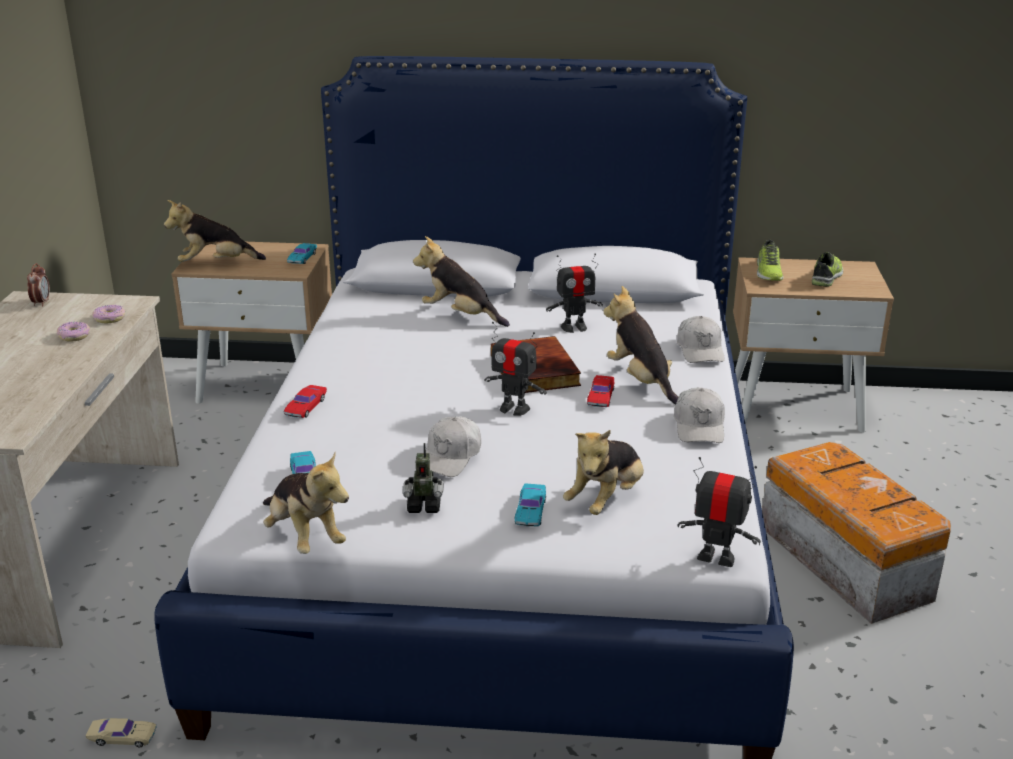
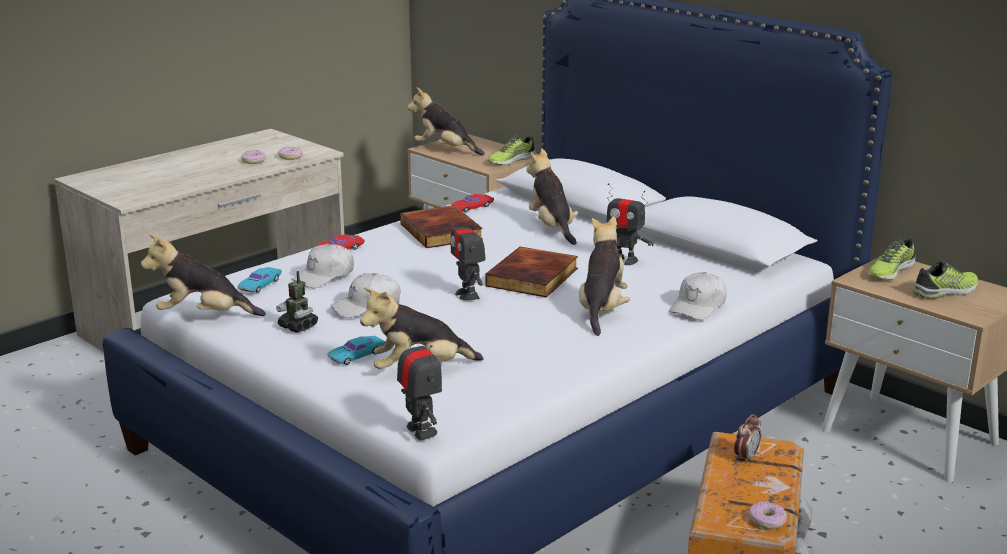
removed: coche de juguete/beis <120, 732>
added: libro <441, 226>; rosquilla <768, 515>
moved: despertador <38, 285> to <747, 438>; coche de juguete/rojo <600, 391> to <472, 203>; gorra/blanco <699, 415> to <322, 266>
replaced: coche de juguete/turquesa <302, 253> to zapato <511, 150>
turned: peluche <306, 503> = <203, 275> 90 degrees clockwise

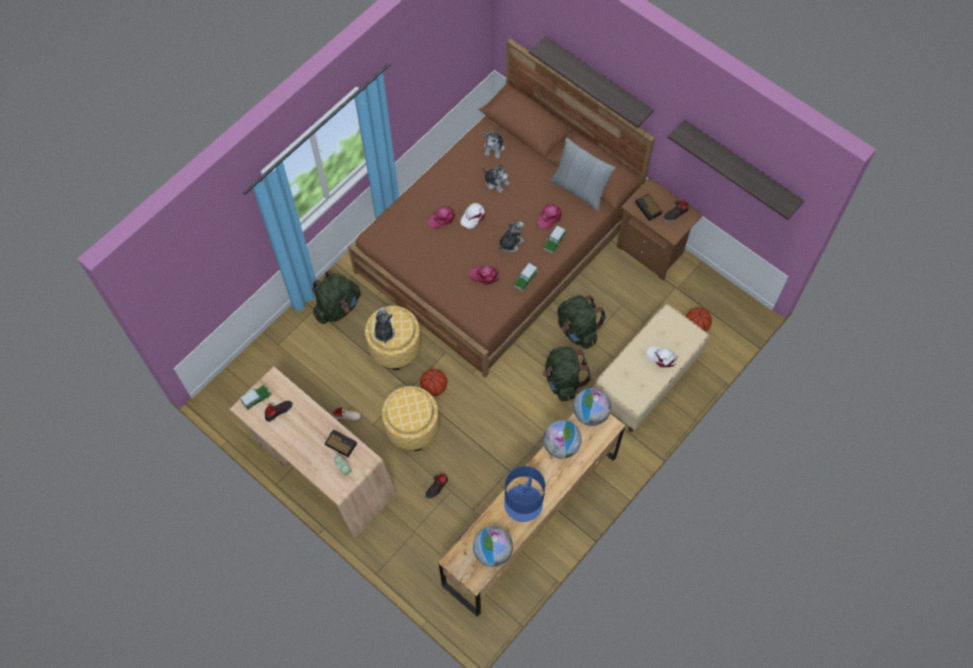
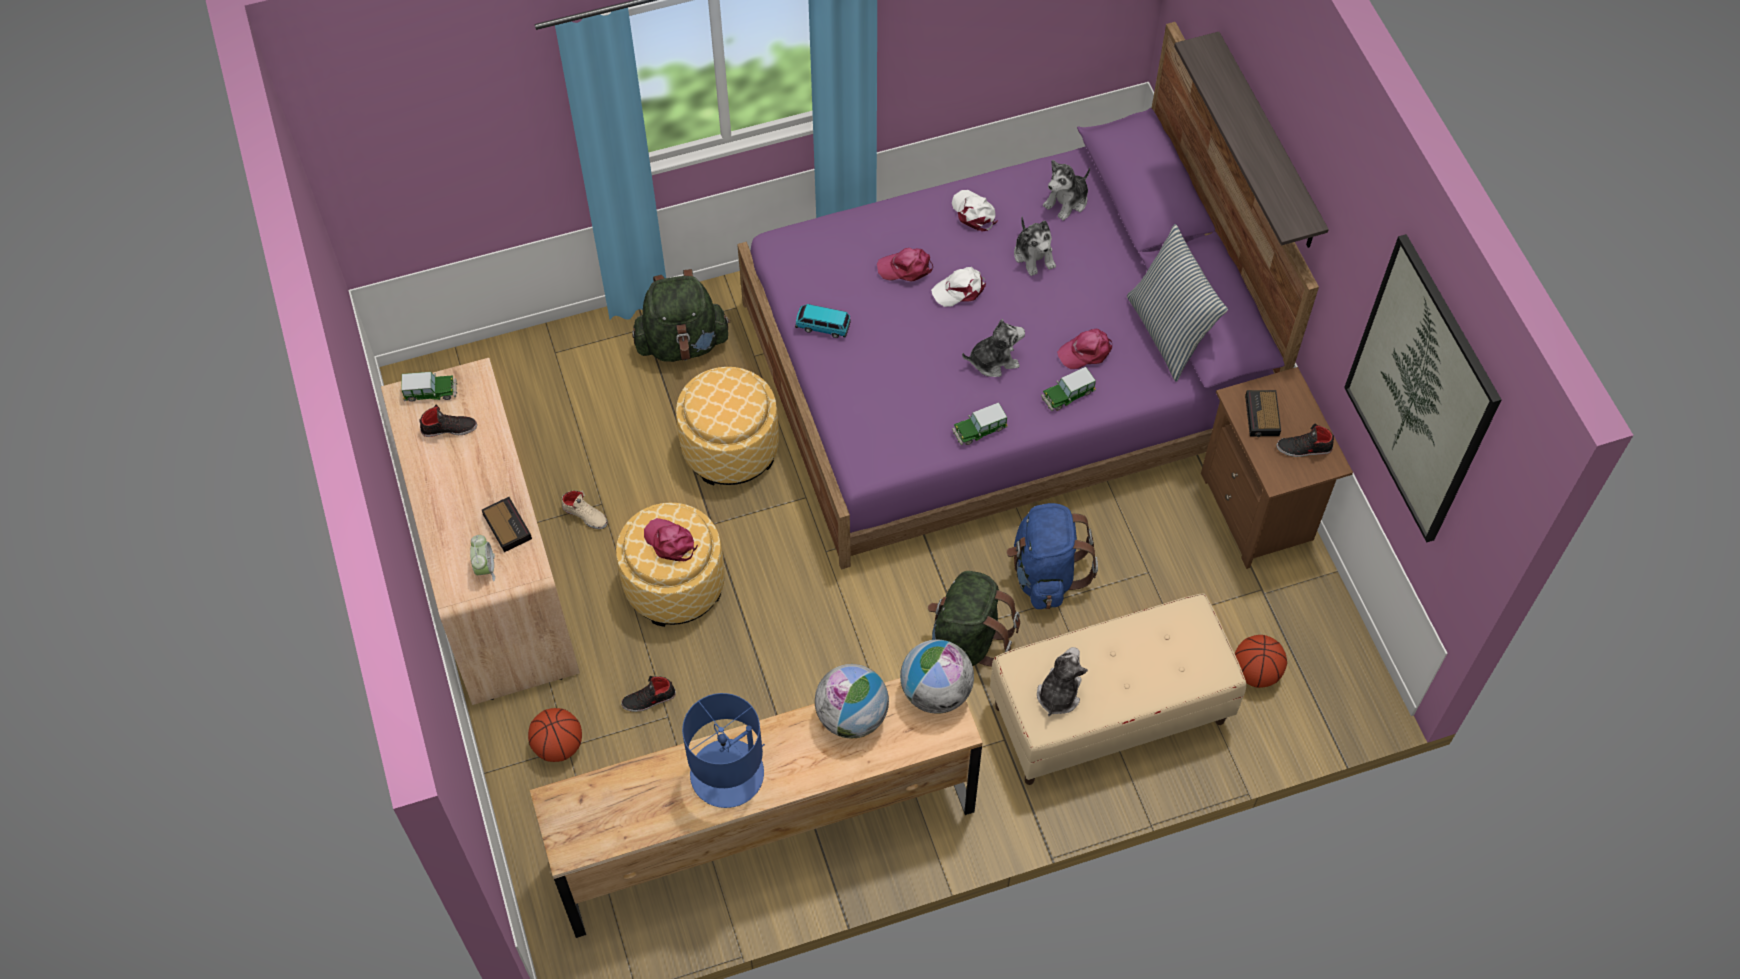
removed: globo terráqueo <493, 546>
added: coche de juguete <823, 321>
moved: gorra/rosa <484, 275> to <671, 540>; peluche <384, 325> to <1062, 681>; gorra/blanco <661, 356> to <975, 211>; balón de baloncesto <433, 382> to <555, 735>
replaced: estante <736, 169> to cuadro <1423, 388>
recoloured: cama/marrón <501, 208> to cama/morado <1028, 295>; mochila/verde <582, 322> to mochila/azul <1052, 556>

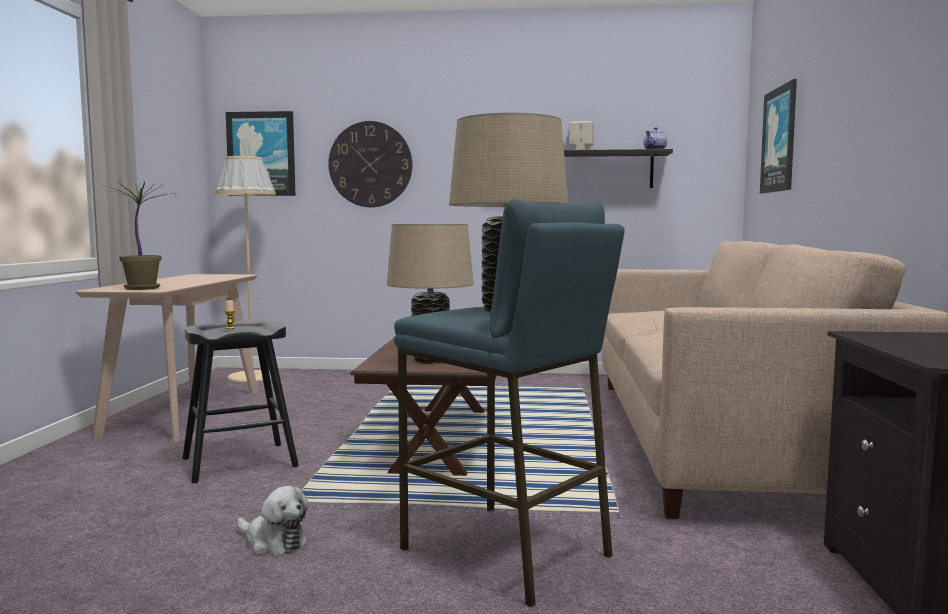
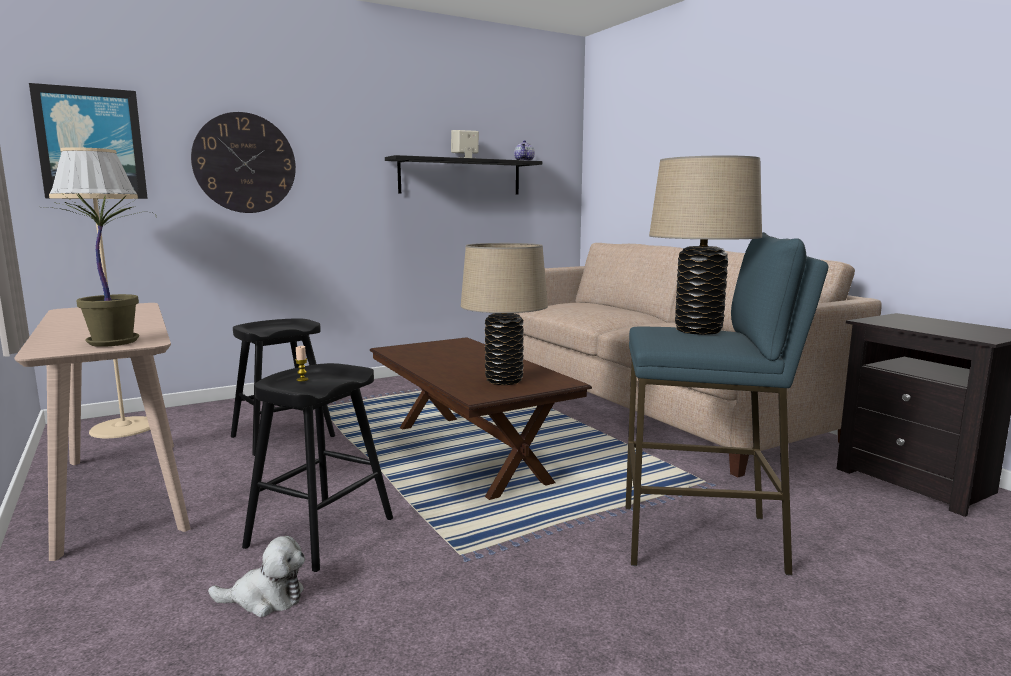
removed: cuadro <778, 136>
added: taburete/negro <283, 387>
moved: peluche <273, 521> to <256, 576>

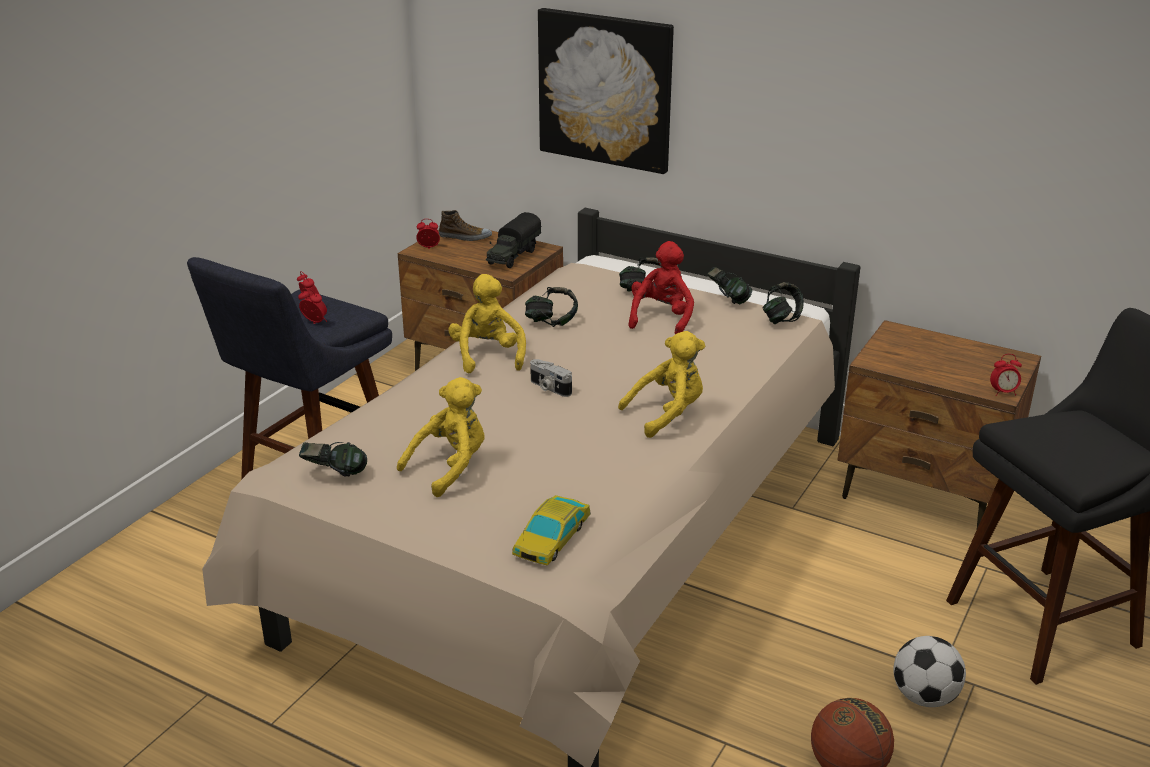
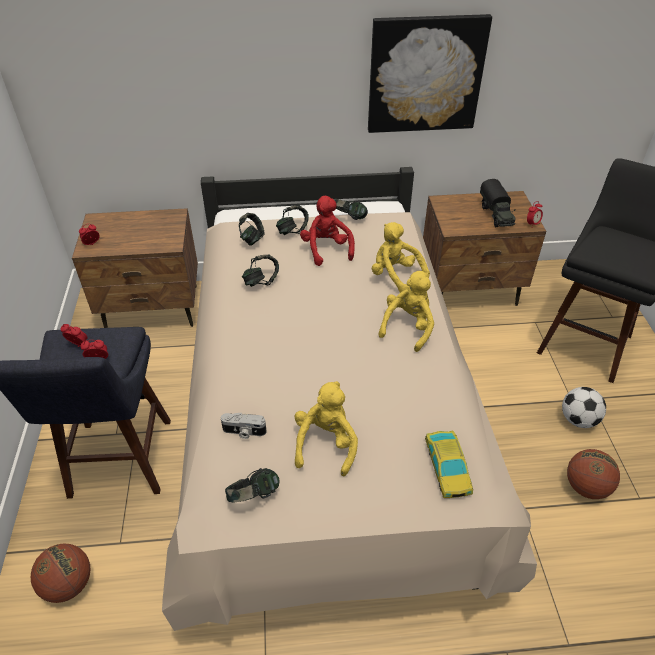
removed: zapato <465, 225>
added: balón de baloncesto <60, 573>
moved: cuadro <606, 91> to <430, 73>; camión de juguete <513, 240> to <498, 203>; peluche/amarillo <487, 323> to <401, 257>; auriculares <783, 303> to <252, 229>; cámara <551, 378> to <244, 425>

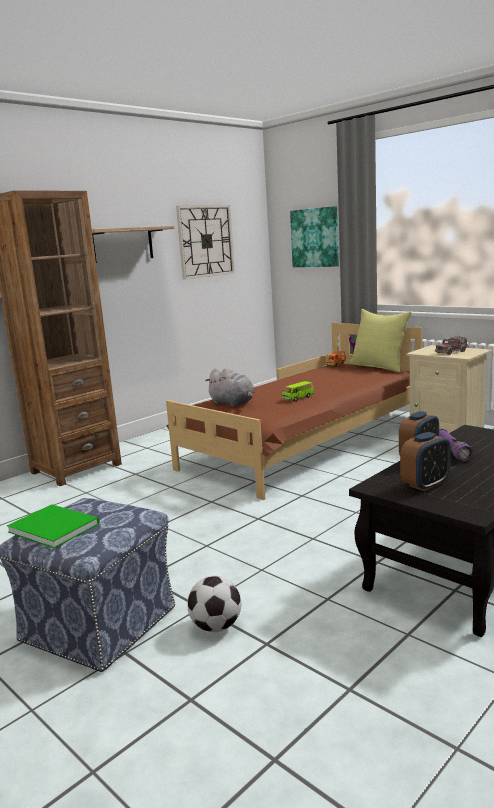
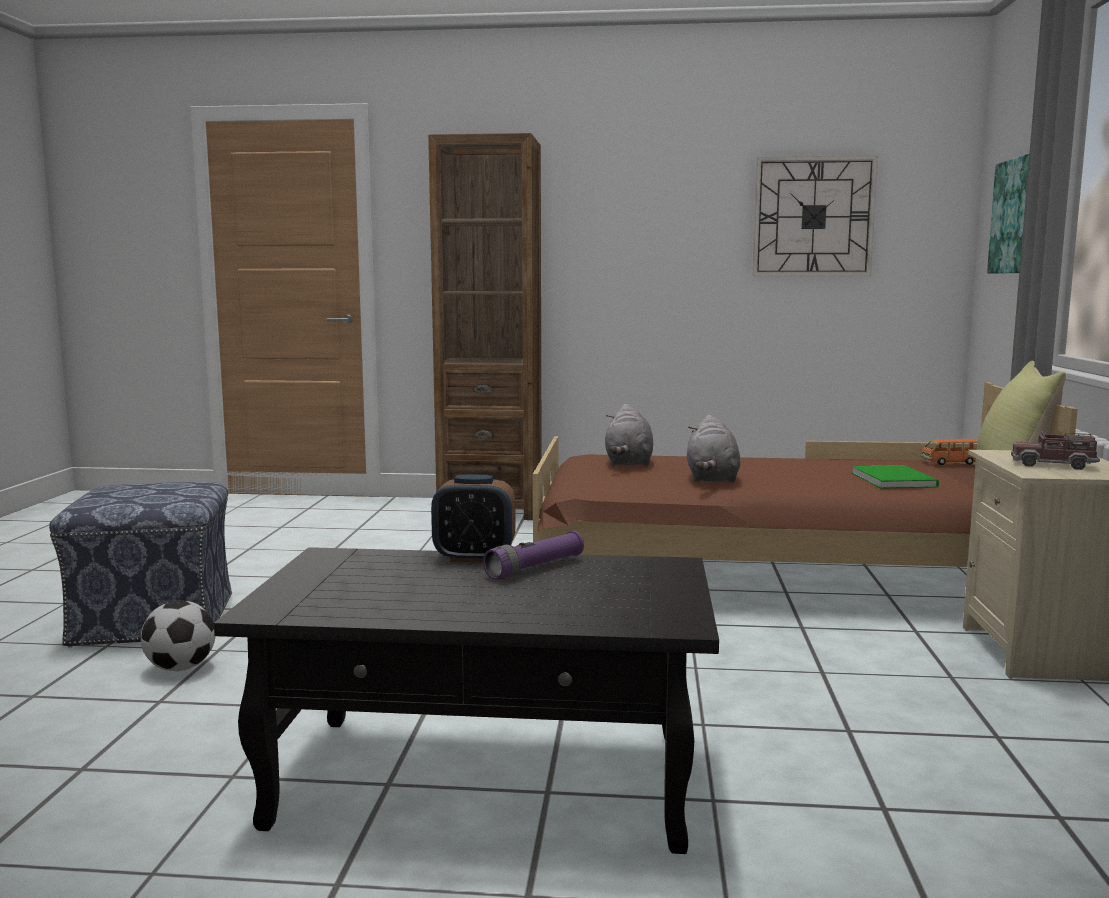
removed: estante <133, 244>; despertador <425, 461>
moved: libro/verde <53, 526> to <895, 477>
replaced: coche de juguete/verde <297, 391> to peluche/gris <713, 449>

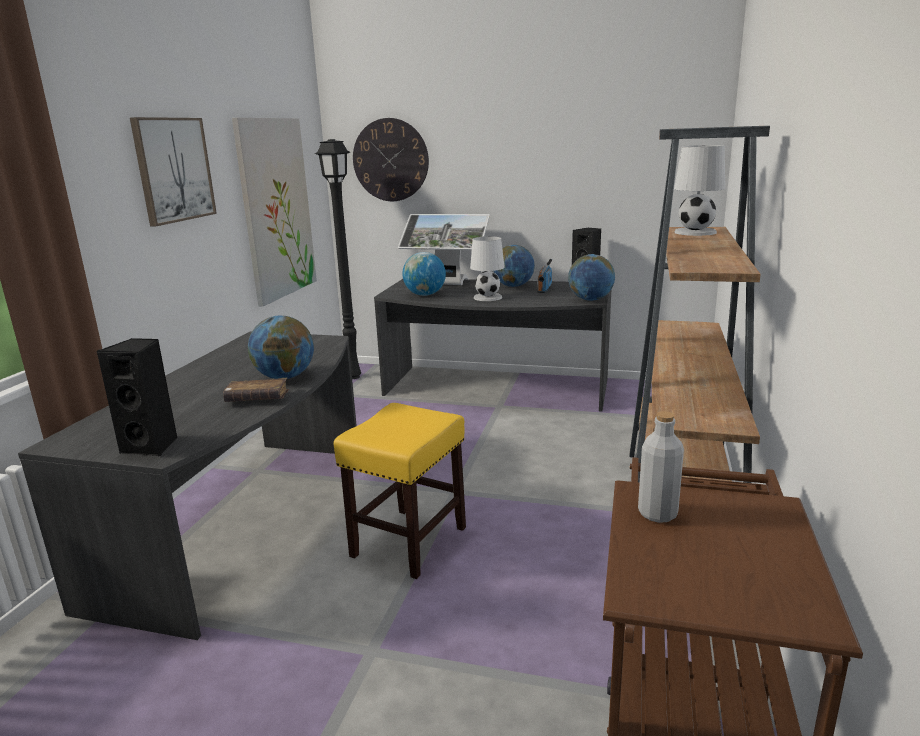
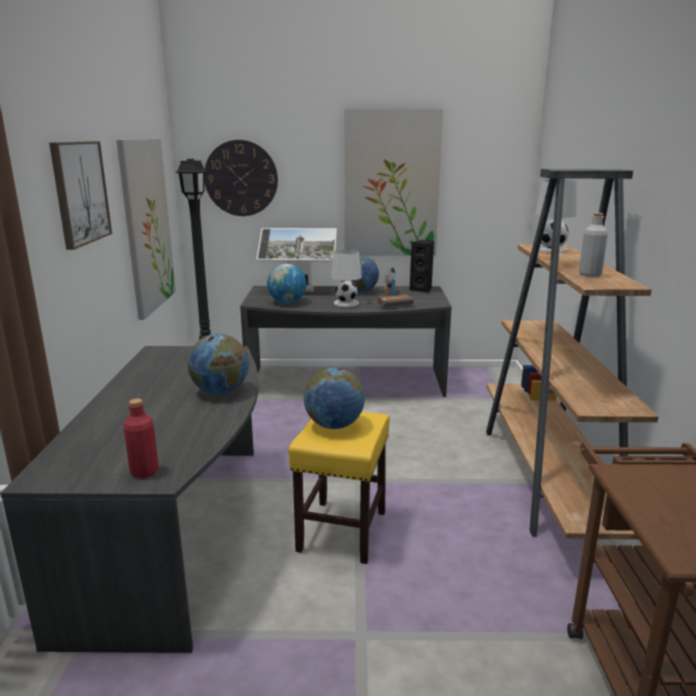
added: cuadro <393, 182>
moved: globo terráqueo <591, 277> to <334, 398>; libro/marrón <256, 390> to <395, 300>; botella/gris <661, 467> to <593, 245>
replaced: altavoz/negro <137, 397> to botella/rojo <141, 438>

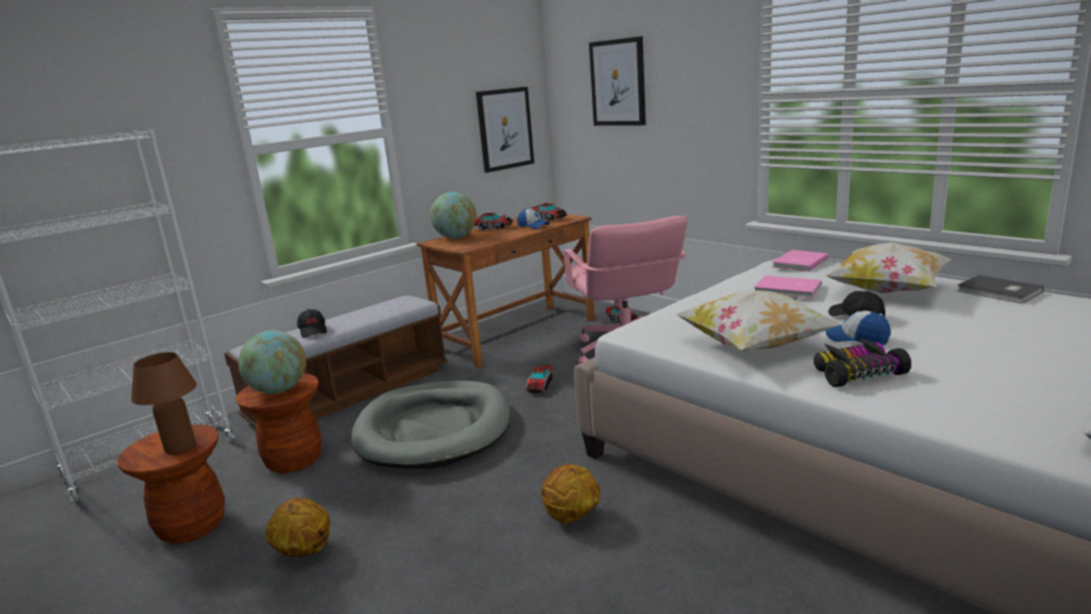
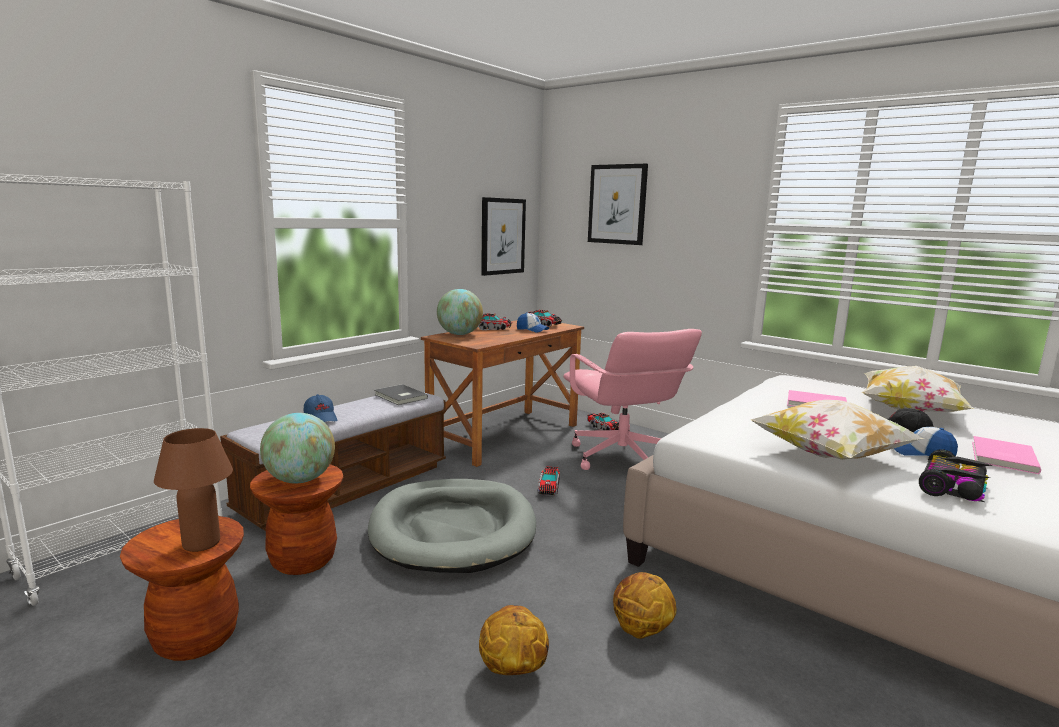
moved: libro/rosa <800, 261> to <1006, 455>; libro/gris <1000, 289> to <401, 394>; balón de baloncesto <298, 527> to <514, 640>
recoloured: gorra/negro <312, 323> to gorra/azul <320, 408>
turned: coche de juguete <862, 362> = <956, 475> 150 degrees clockwise

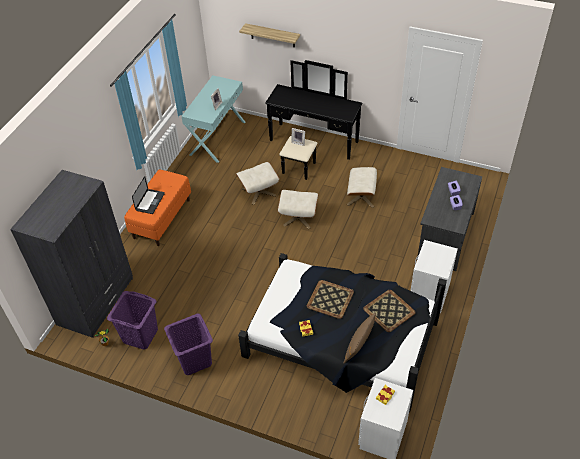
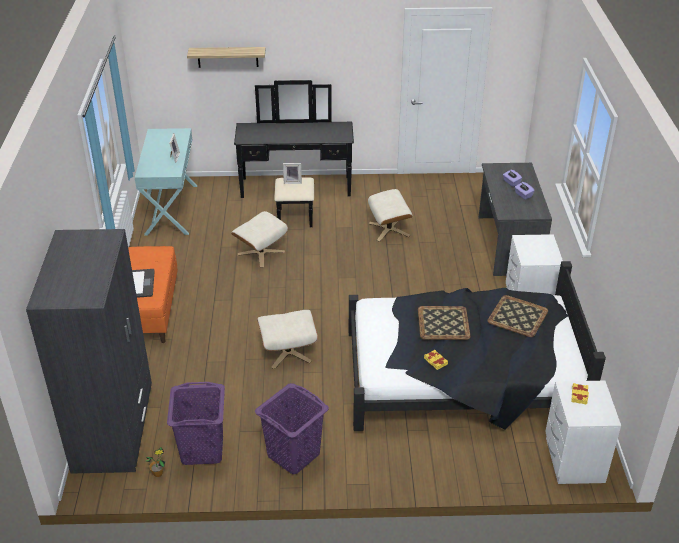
removed: cojín/marrón <359, 337>
moved: puf/beis <298, 209> to <287, 339>

